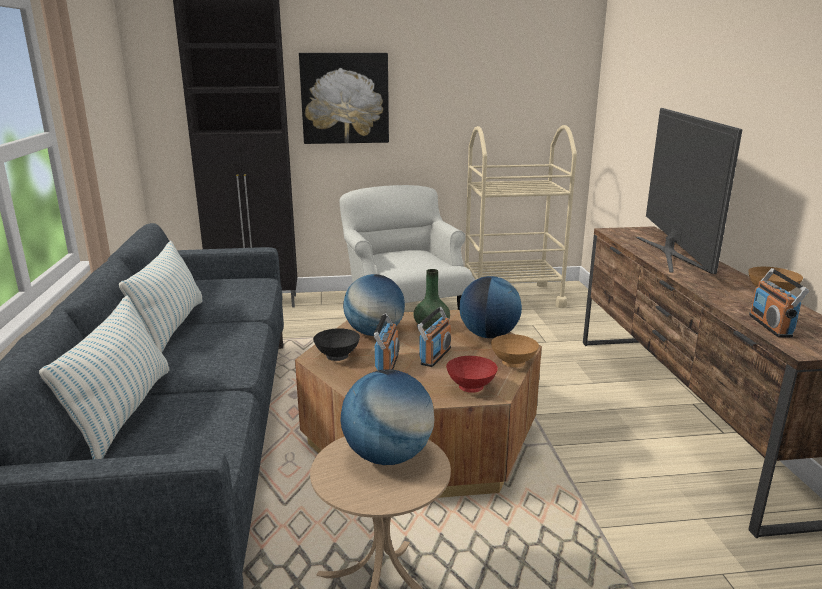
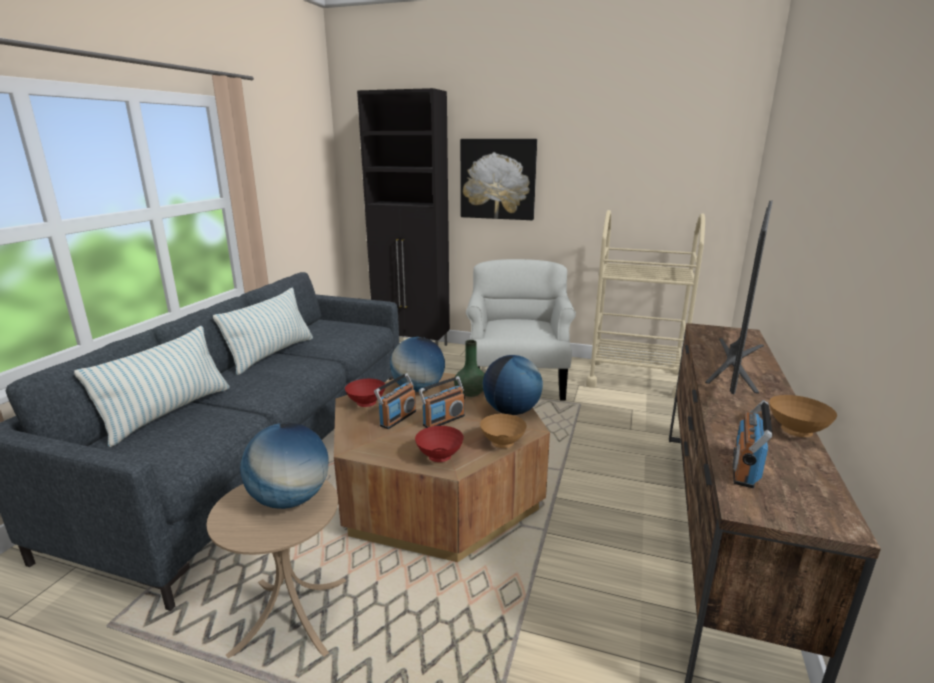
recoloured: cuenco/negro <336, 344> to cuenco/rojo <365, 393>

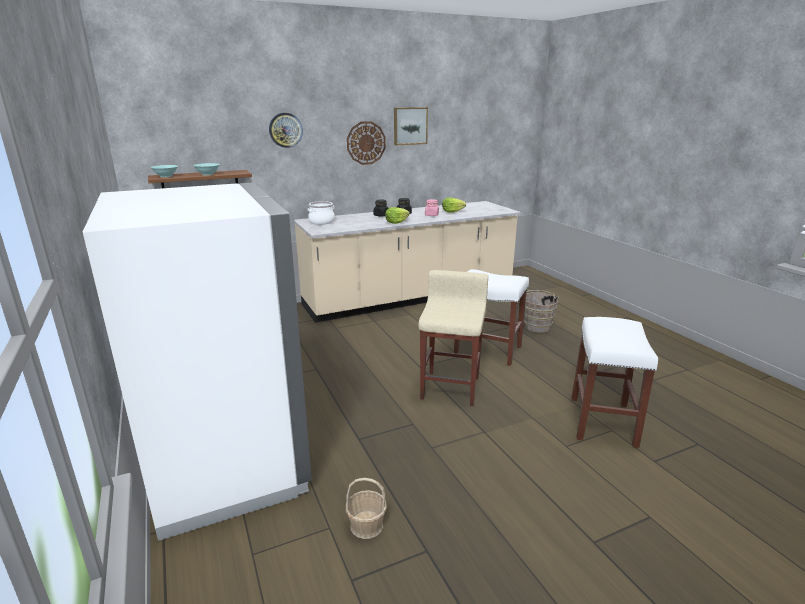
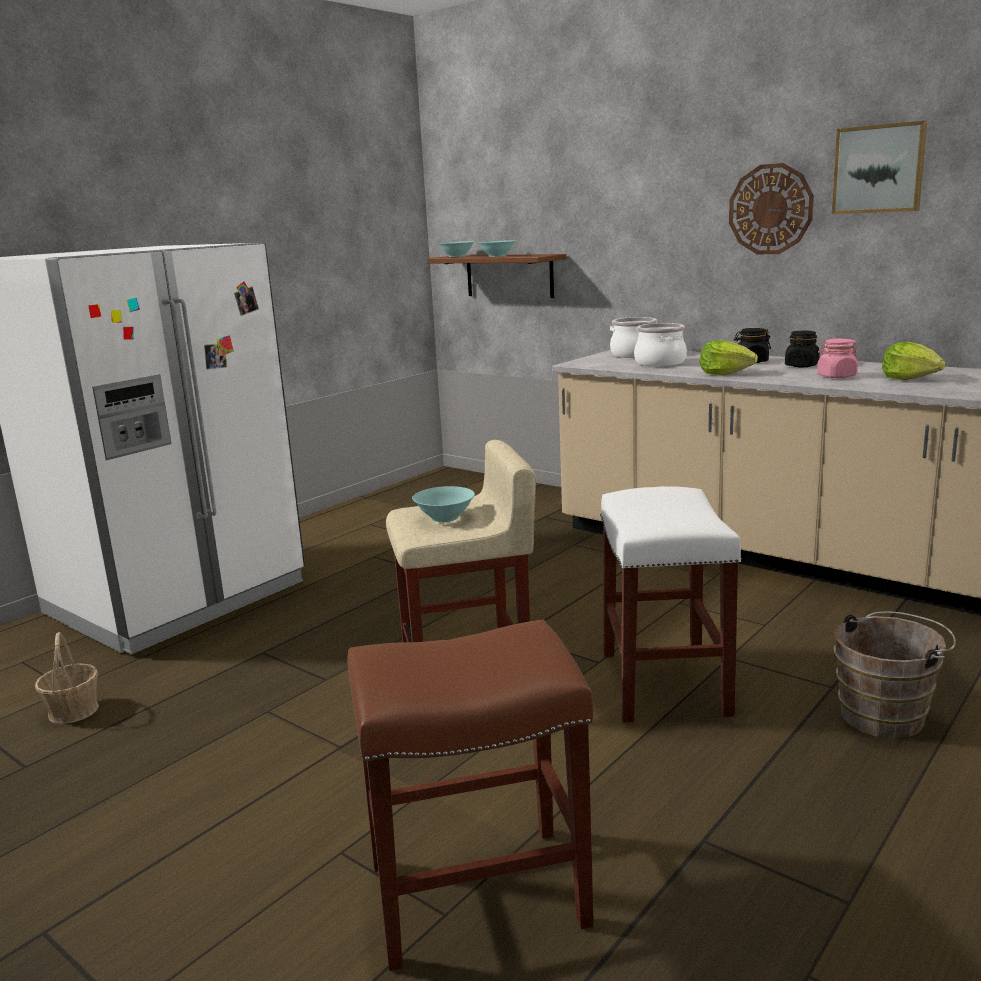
removed: reloj de pared <286, 130>
added: olla <660, 345>; cuenco/turquesa <443, 504>
recoloured: taburete/blanco <614, 382> to taburete/marrón <471, 795>

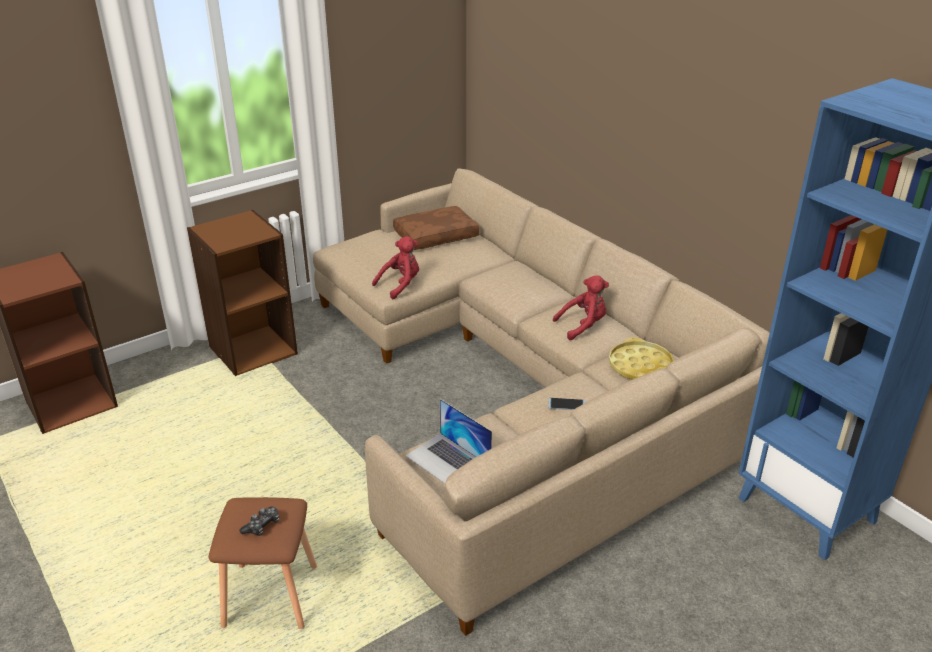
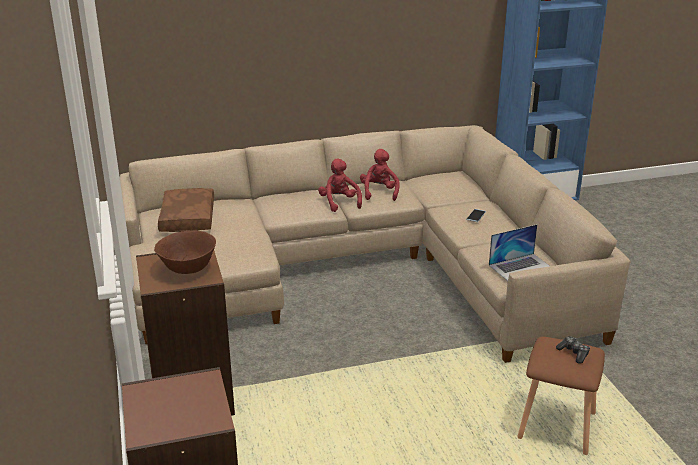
removed: bandeja/amarillo <641, 358>
added: cuenco/marrón <185, 252>
moved: peluche/rojo <395, 267> to <340, 185>

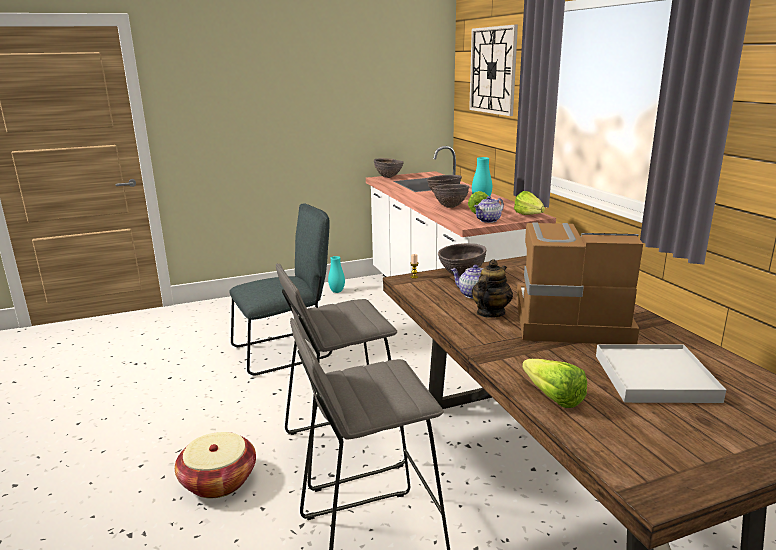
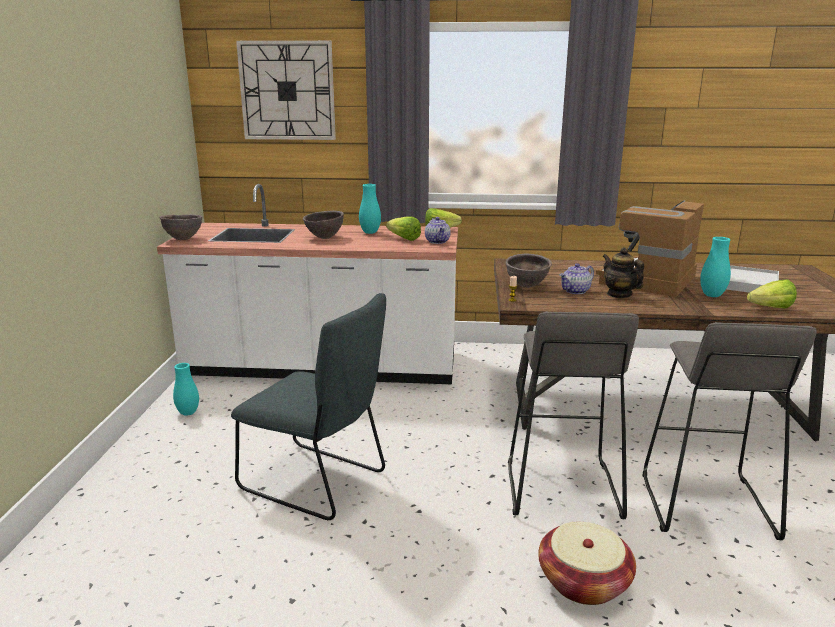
removed: cuenco/marrón <450, 196>
added: florero/turquesa <715, 267>
turned: silla/gris <280, 289> = <308, 406> 120 degrees clockwise

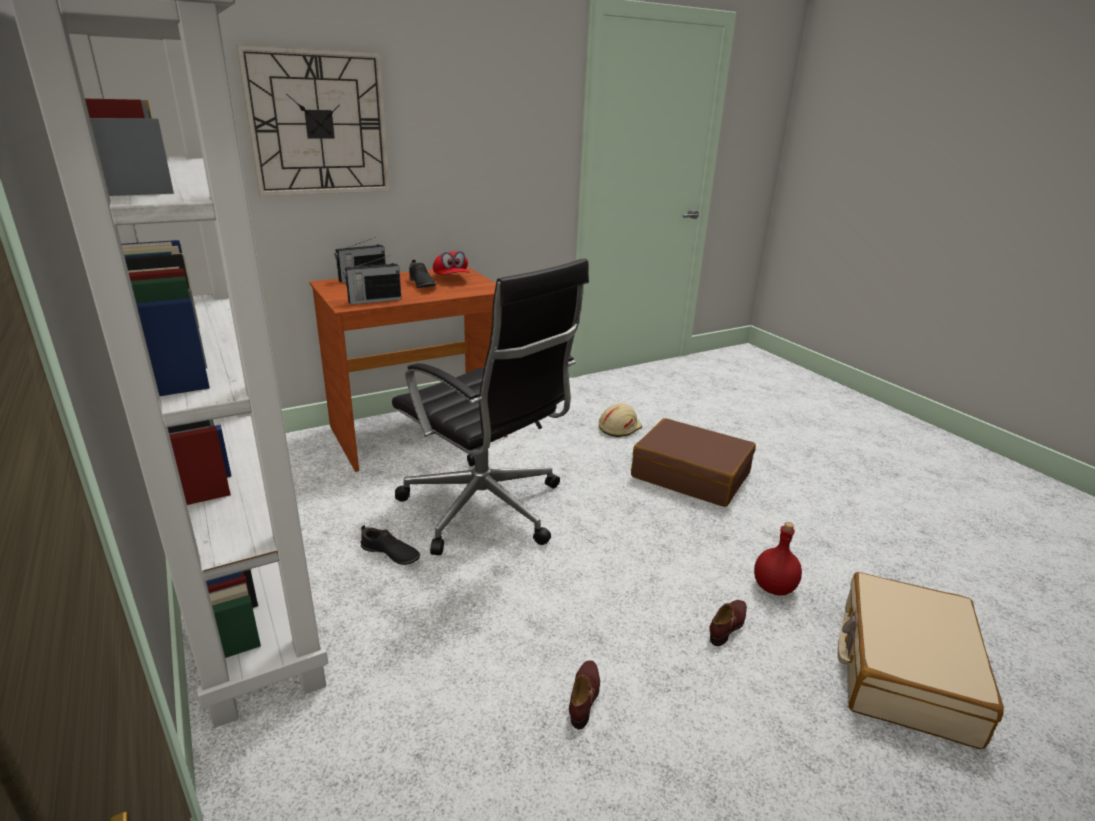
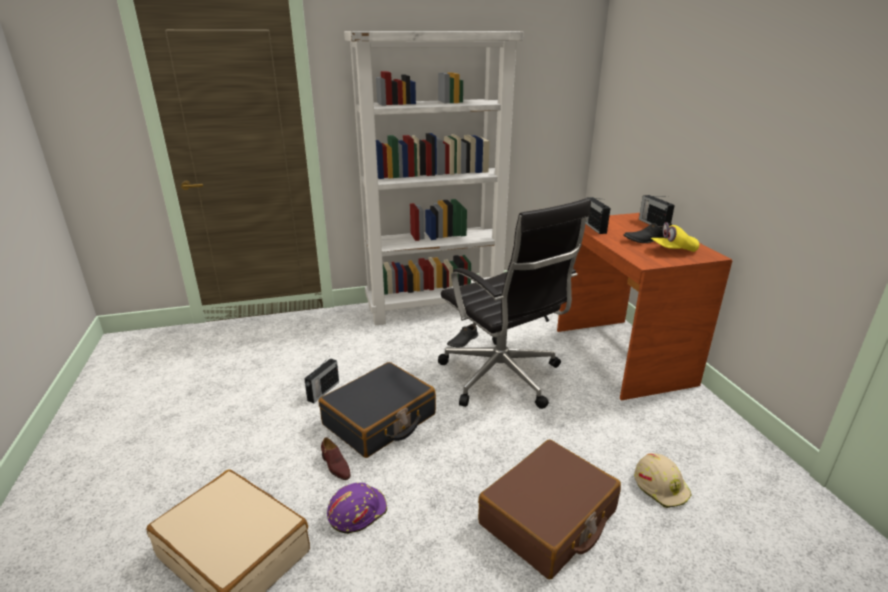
removed: reloj de pared <313, 120>
added: maleta/negro <377, 410>
replaced: botella/rojo <778, 559> to casco/morado <357, 508>; zapato/marrón <584, 695> to radio <321, 380>
recoloured: gorra/rojo <451, 263> to gorra/amarillo <675, 237>
turned: silla de oficina/negro <490, 406> = <514, 303> 90 degrees counterclockwise

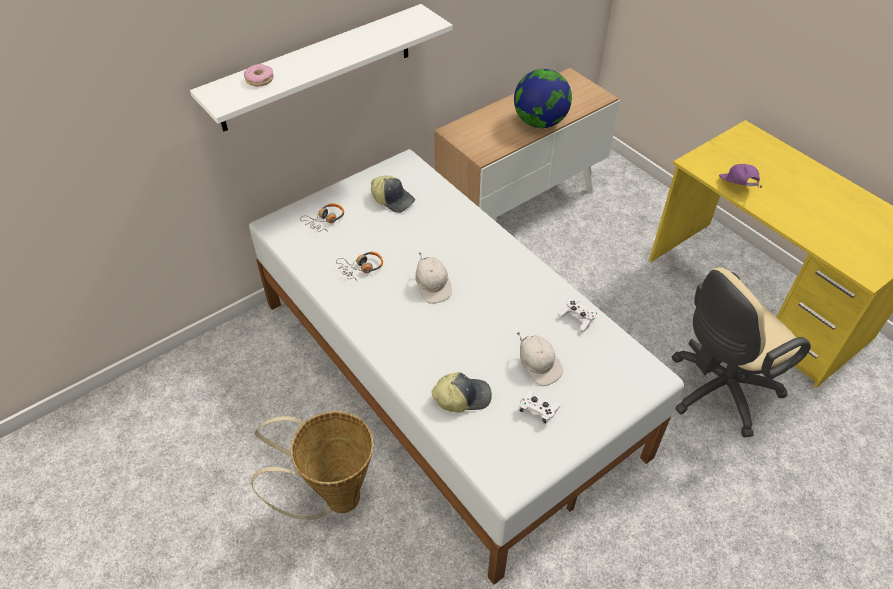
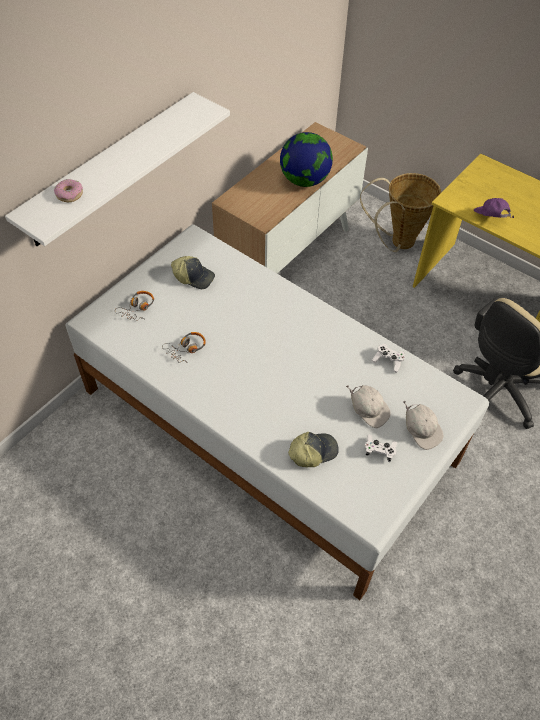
moved: gorra/blanco <434, 278> to <423, 425>; cesta <312, 465> to <400, 212>

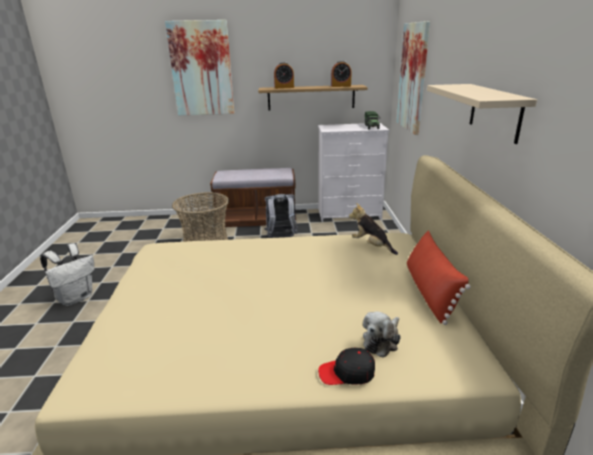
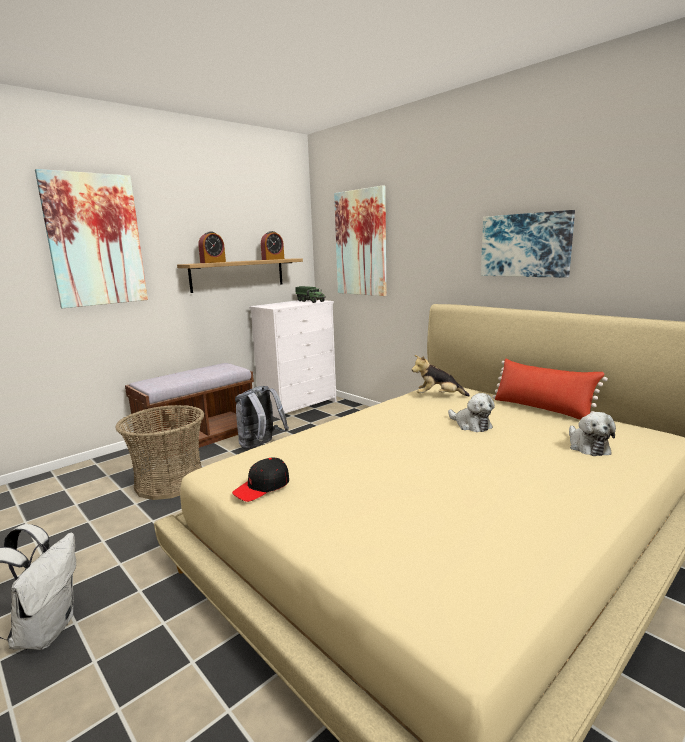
added: peluche <471, 412>
moved: gorra/negro <346, 366> to <260, 479>
replaced: estante/beis <482, 114> to cuadro <528, 244>

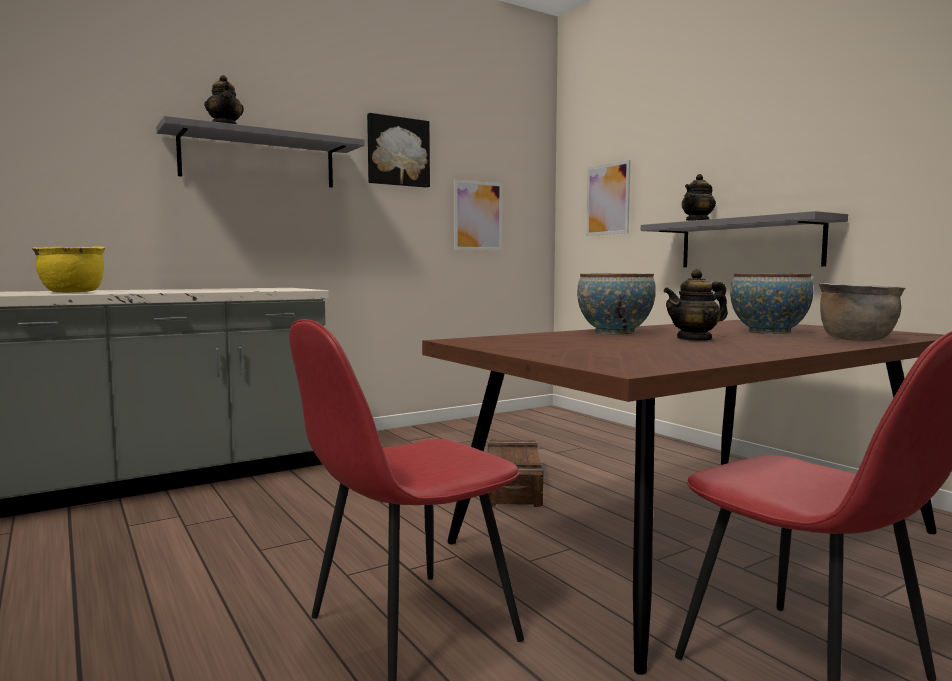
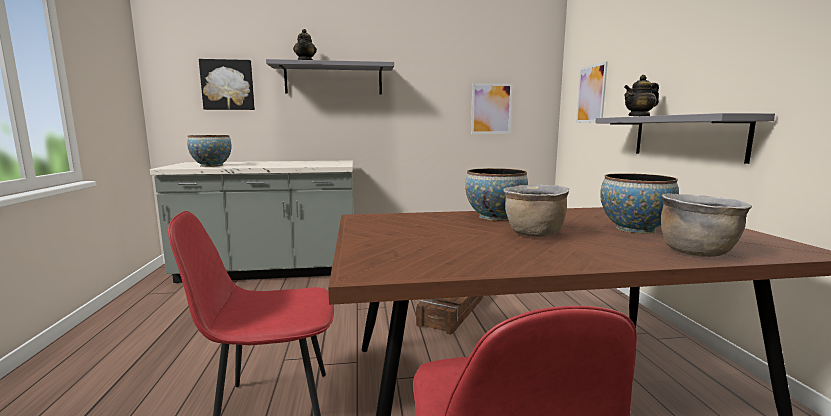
moved: cuadro <398, 150> to <227, 84>
replaced: olla/amarillo <68, 269> to cuenco <209, 151>; tetera <696, 305> to olla/marrón <536, 211>

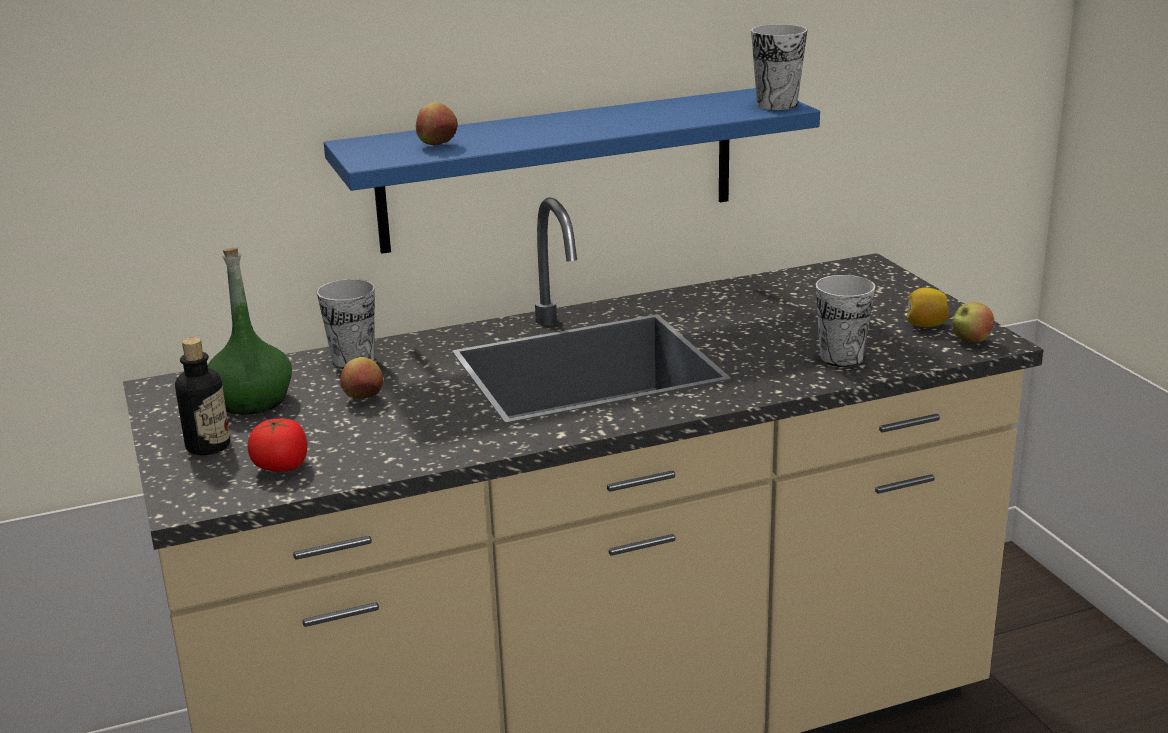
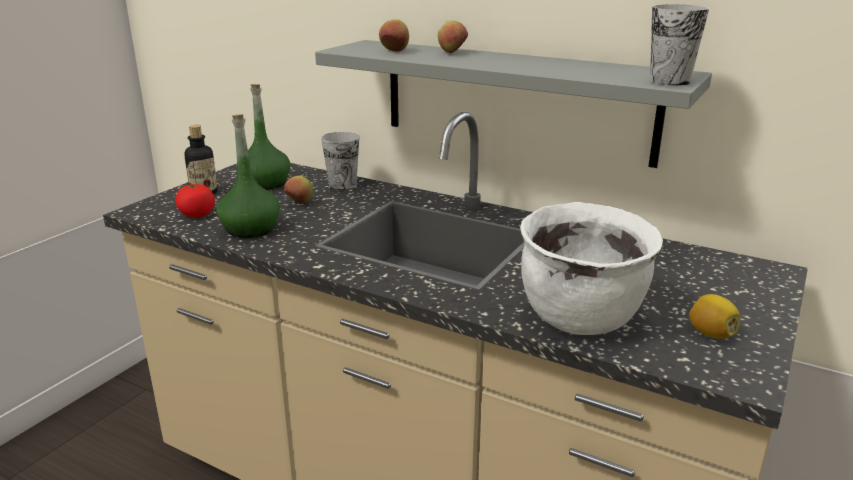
added: botella/verde <248, 176>
moved: manzana <973, 322> to <453, 36>
replaced: taza <845, 321> to olla/blanco <591, 268>
recoloured: estante/azul <572, 171> to estante/gris <513, 104>

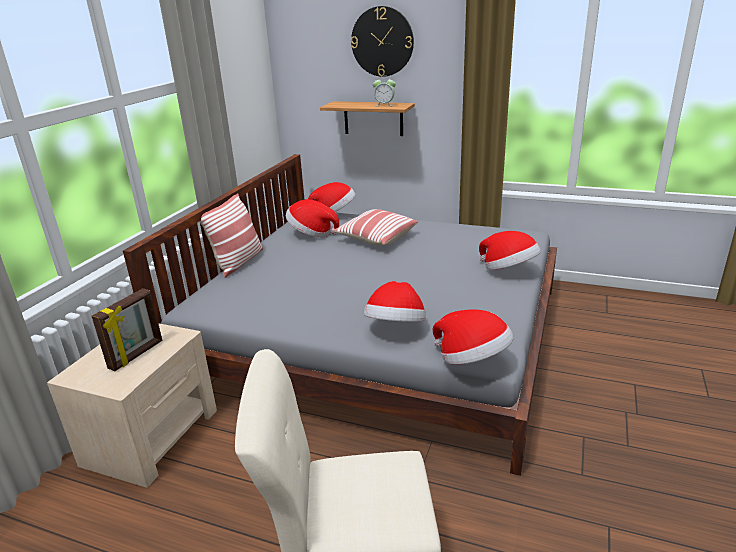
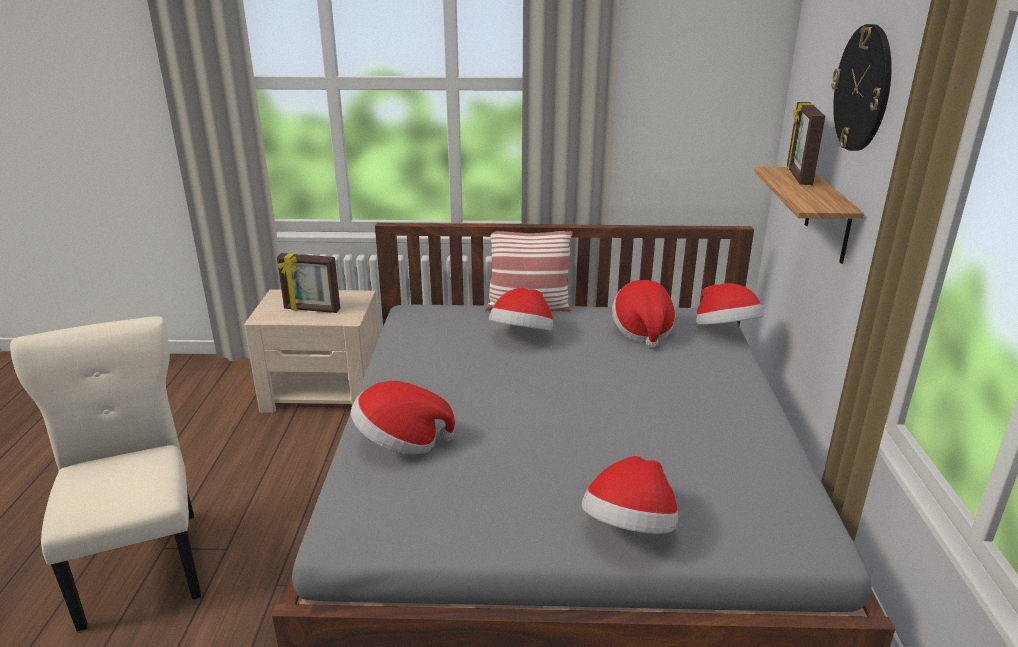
removed: despertador <384, 91>; cojín <375, 227>
added: portarretratos <806, 143>
moved: sombrero <473, 336> to <521, 309>

